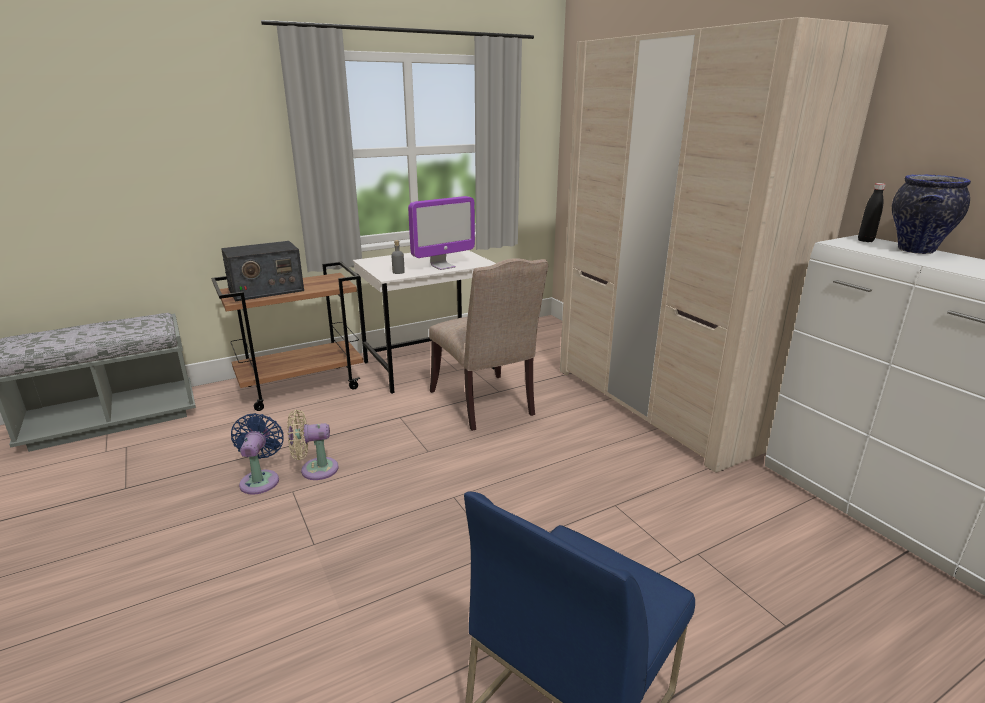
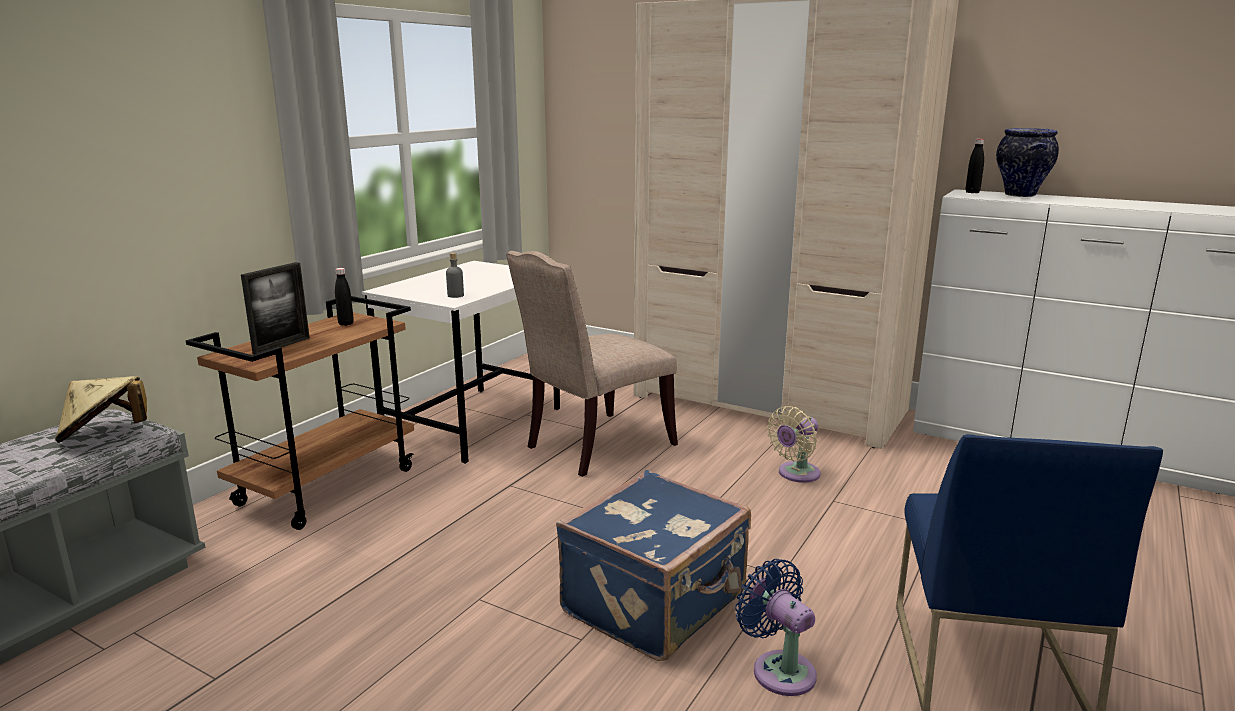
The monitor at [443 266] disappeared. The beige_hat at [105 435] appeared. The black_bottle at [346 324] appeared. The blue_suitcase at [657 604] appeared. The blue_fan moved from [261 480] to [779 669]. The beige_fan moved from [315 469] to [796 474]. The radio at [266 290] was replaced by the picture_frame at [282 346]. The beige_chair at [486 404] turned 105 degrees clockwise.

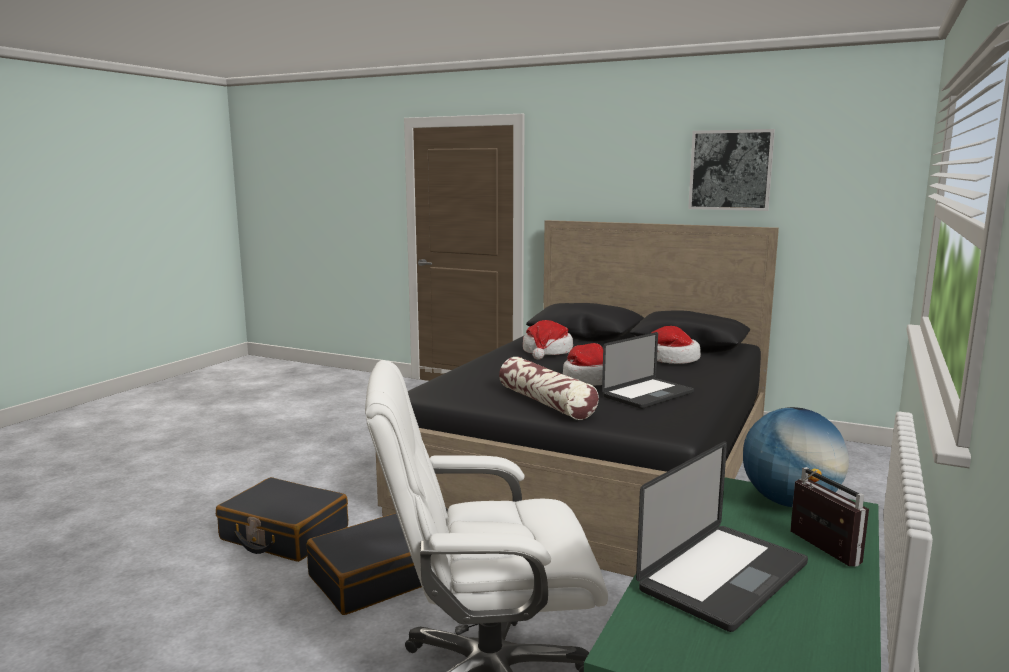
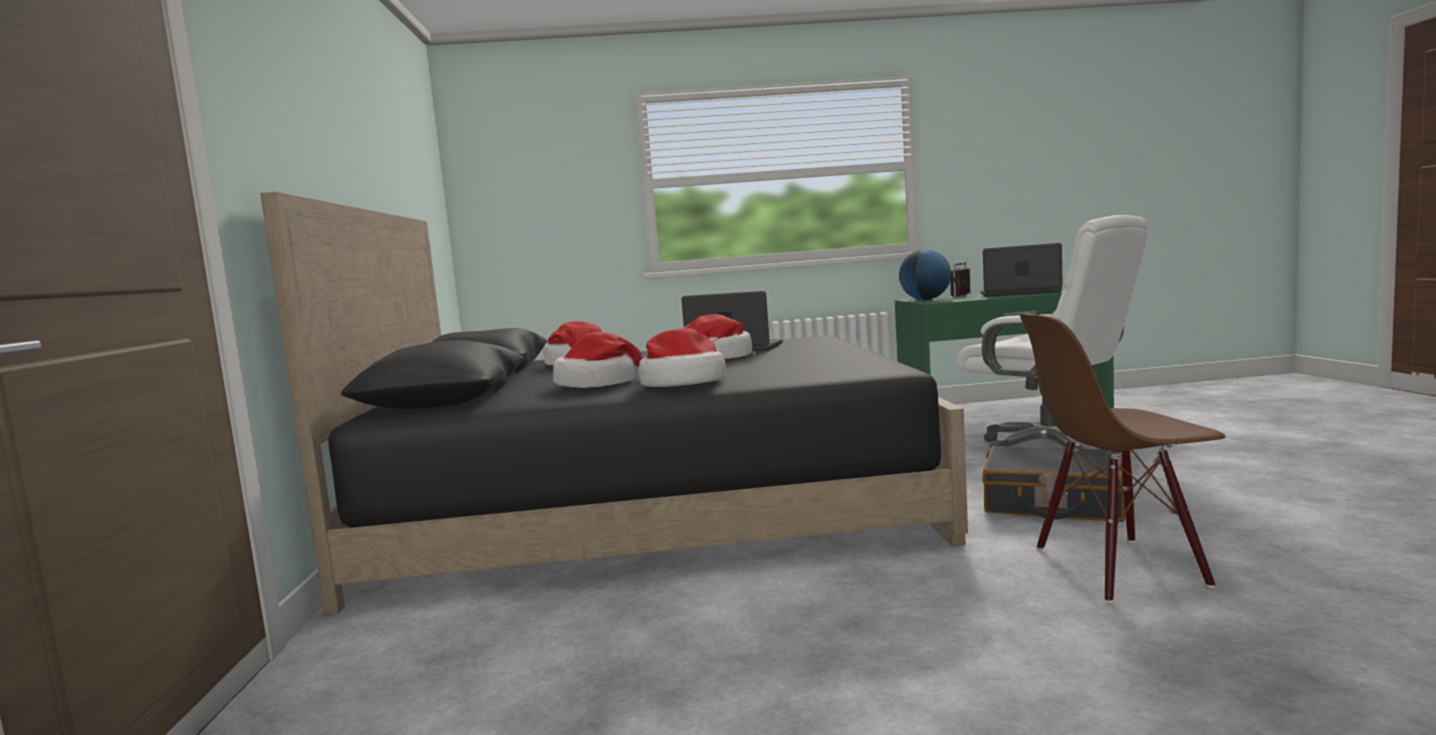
The pillow at [546 403] disappeared. The picture at [730 170] disappeared. The hat at [682 384] appeared. The black_suitcase at [284 534] was replaced by the brown_chair at [1118 567].

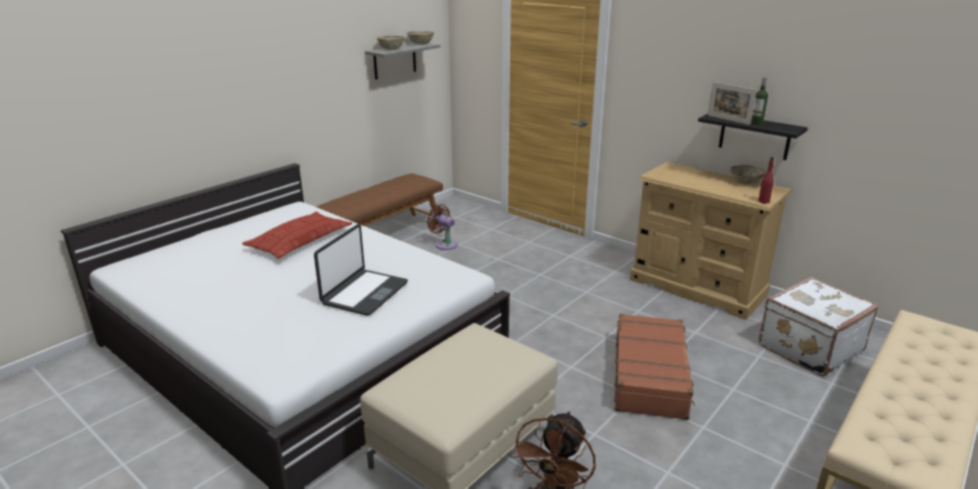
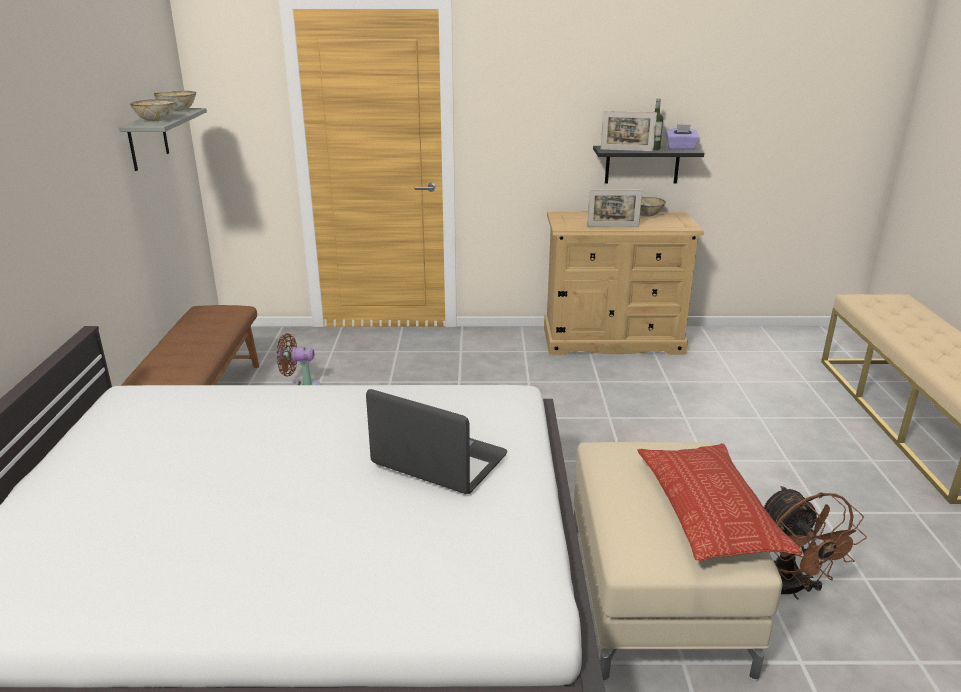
The brown_suitcase at [650 376] disappeared. The red_bottle at [763 201] disappeared. The white_suitcase at [808 347] disappeared. The picture_frame at [612 226] appeared. The purple_tissue_box at [680 148] appeared. The pillow moved from [300 241] to [709 509]. The laptop at [364 293] turned 45 degrees counterclockwise.

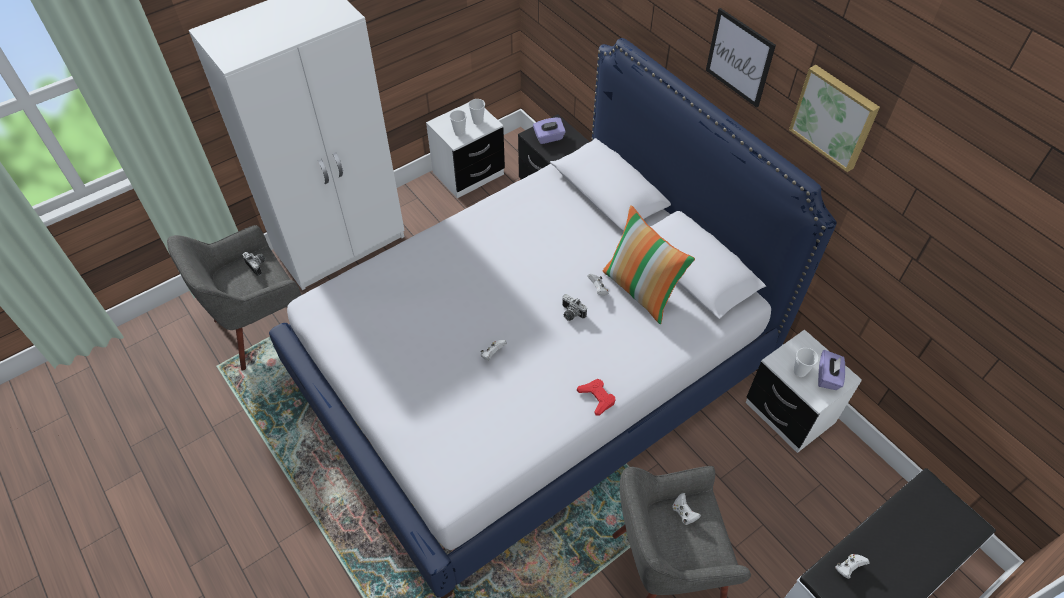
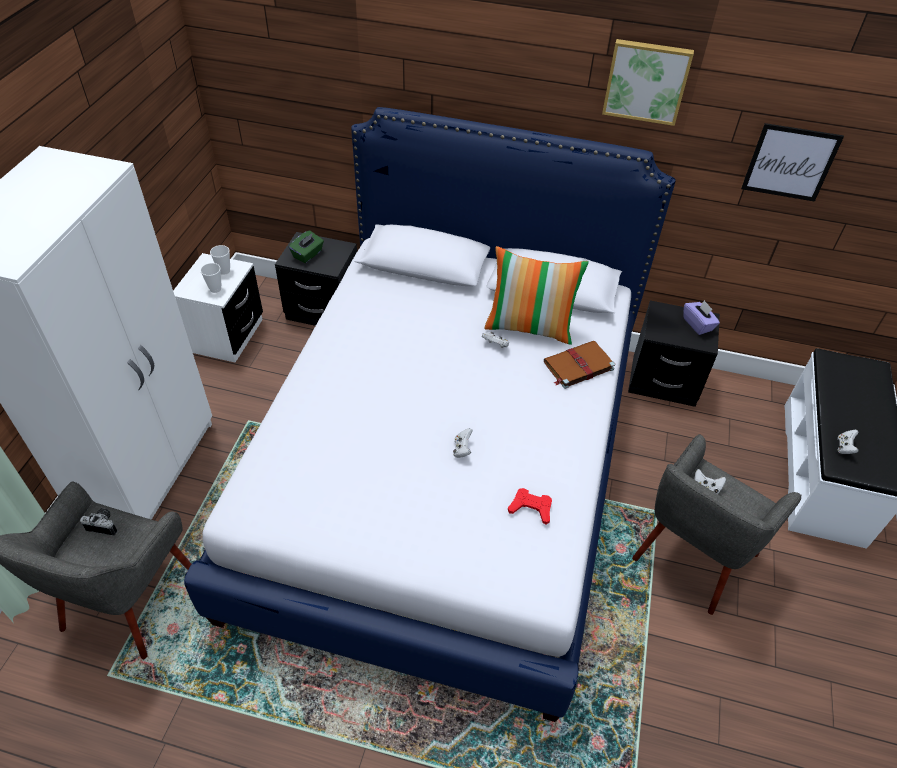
The photo_camera at [570 314] disappeared. The cup at [799 371] disappeared. The brown_book at [577 366] appeared. The red_game_controller moved from [597 398] to [531 508]. The picture moved from [739 57] to [790 162]. The purple_tissue_box at [549 138] became the green_tissue_box at [308 254]. The white_nightstand at [789 413] became the black_nightstand at [663 381].

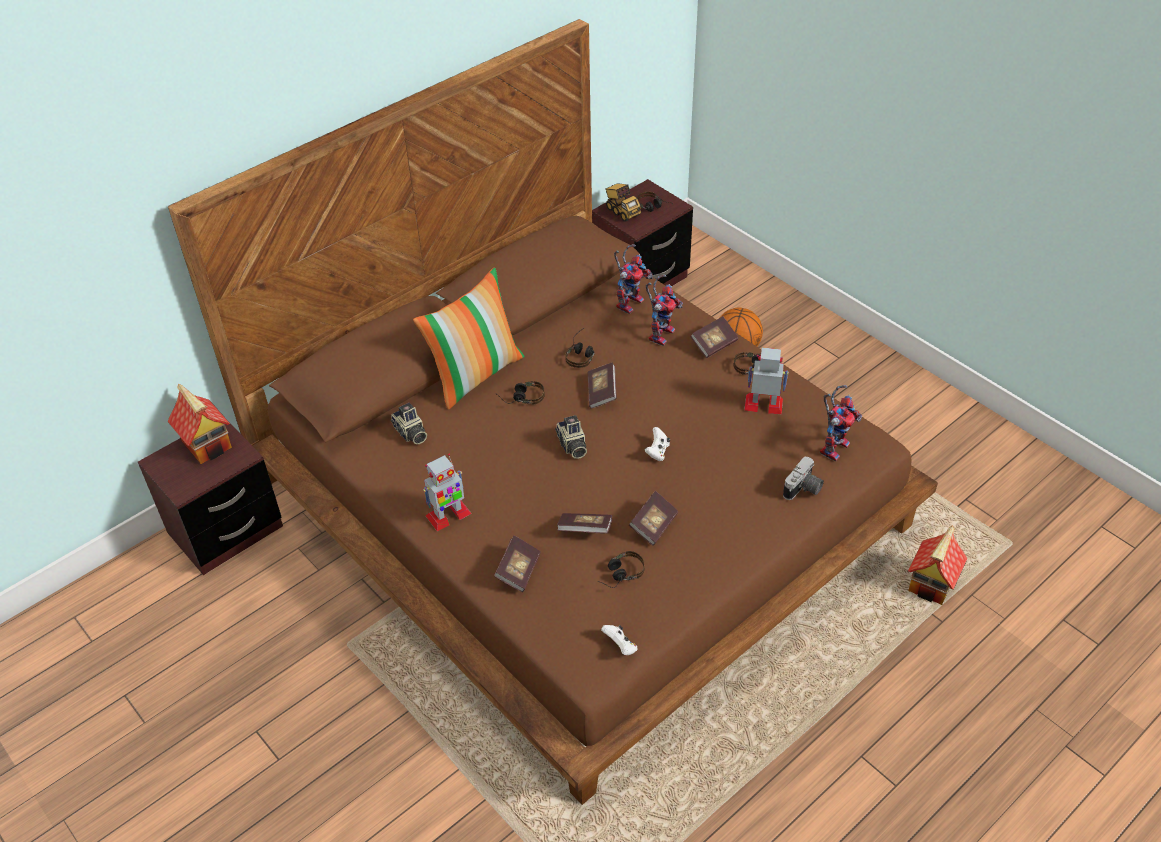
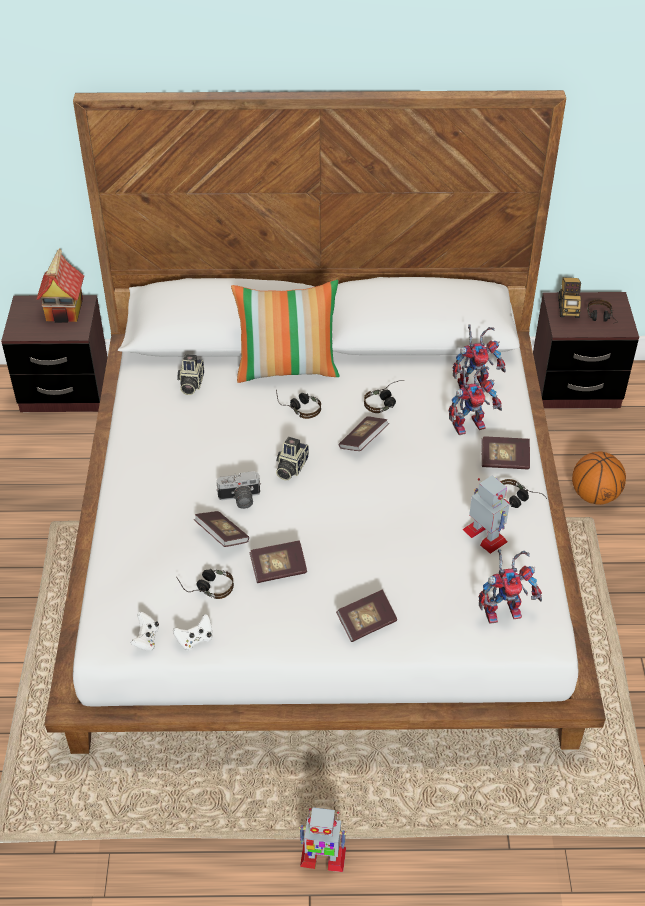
The toy_house at [932 585] disappeared. The toy_robot moved from [448 515] to [322 857]. The book moved from [518 571] to [366 623]. The white_game_controller moved from [657 452] to [195 639]. The photo_camera moved from [803 489] to [240 499]. The brown_bed at [582 502] became the white_bed at [322 535].

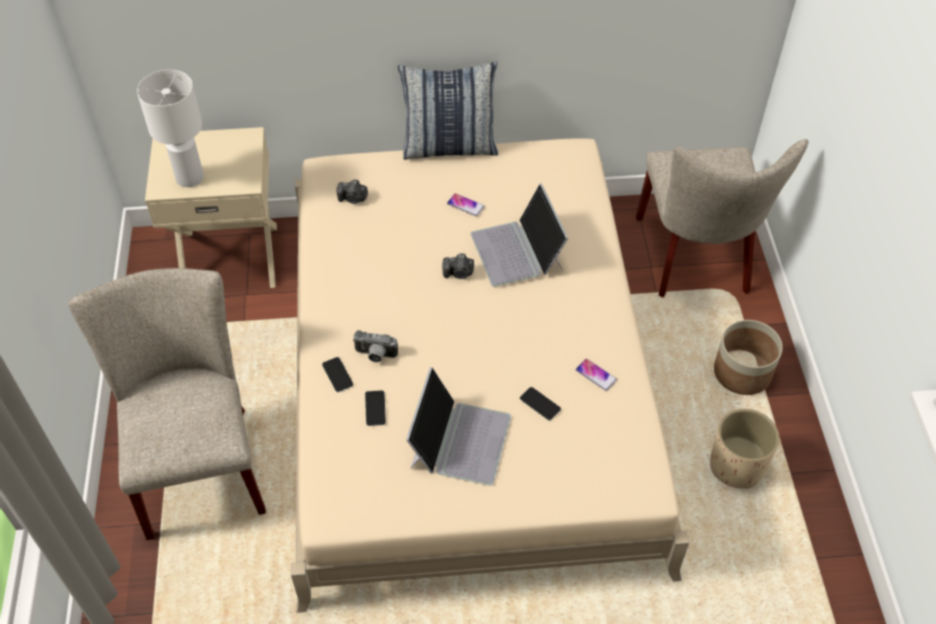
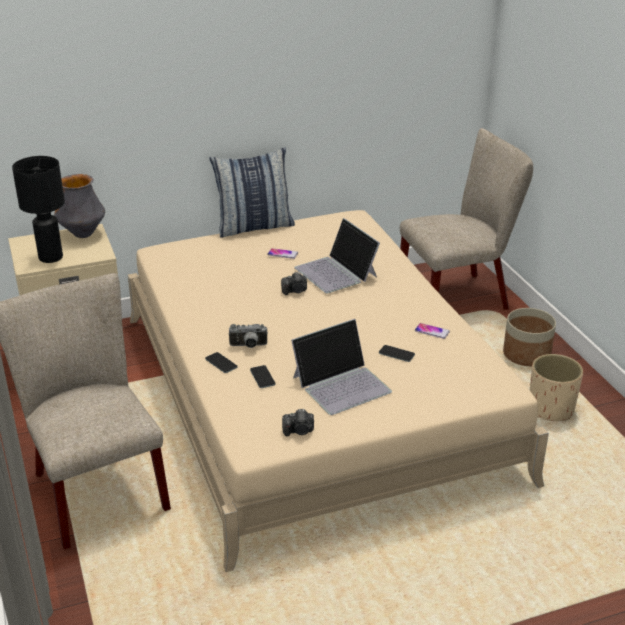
The vase at [83 234] appeared. The photo_camera moved from [353 198] to [299 431]. The white_table_lamp at [189 177] became the black_table_lamp at [50 257]. The laptop at [459 439] turned 60 degrees clockwise. The beige_chair at [696 260] turned 90 degrees counterclockwise.

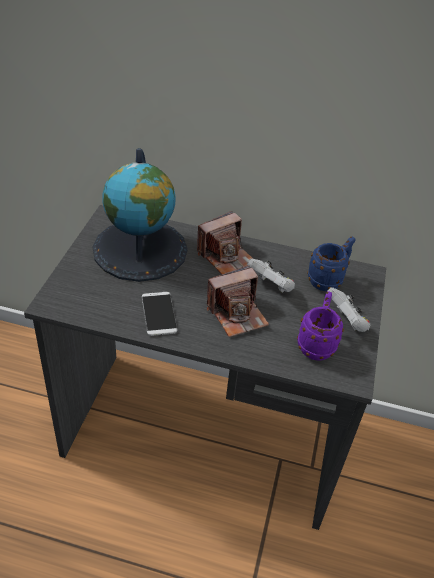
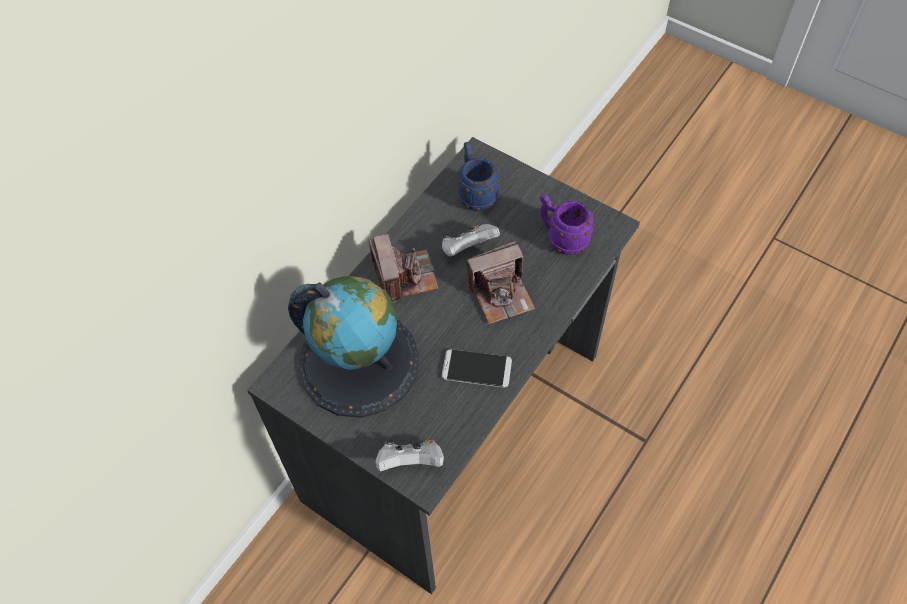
The white_game_controller moved from [346 321] to [410 462]. The photo_camera at [237 314] turned 75 degrees clockwise.

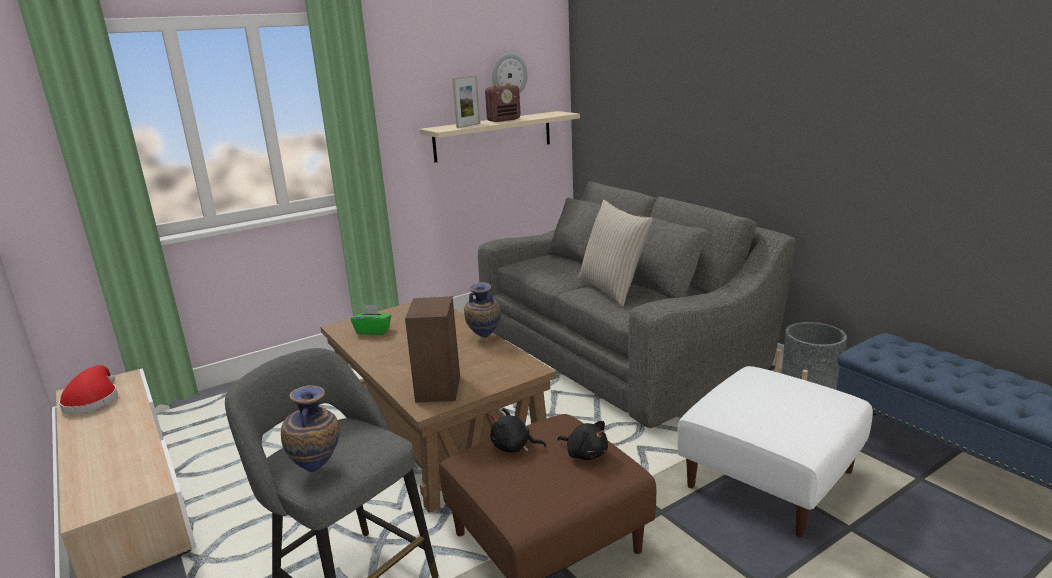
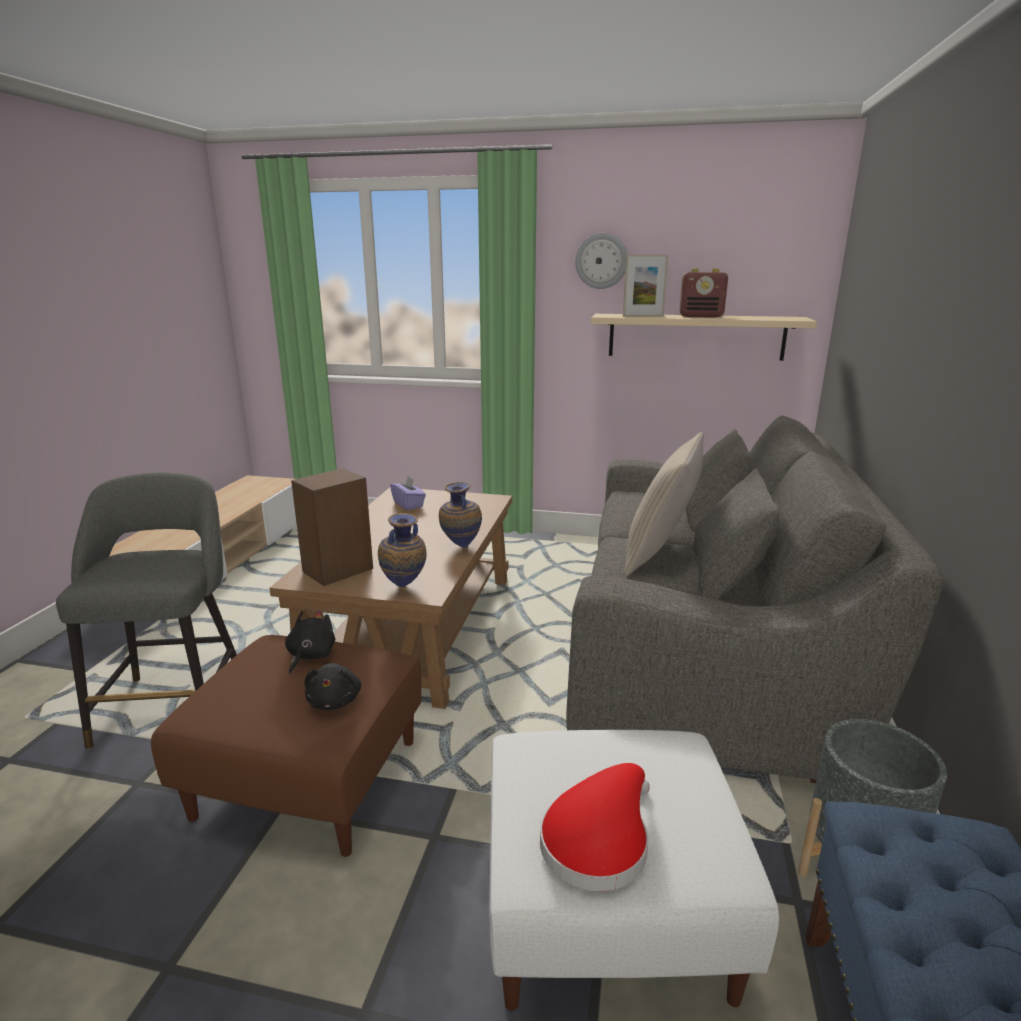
The red_hat moved from [92 400] to [598 840]. The vase moved from [318 470] to [404 588]. The wall_clock moved from [509 75] to [601 261]. The green_tissue_box at [373 331] became the purple_tissue_box at [408 504]. The black_plush_toy at [513 447] turned 45 degrees clockwise.

